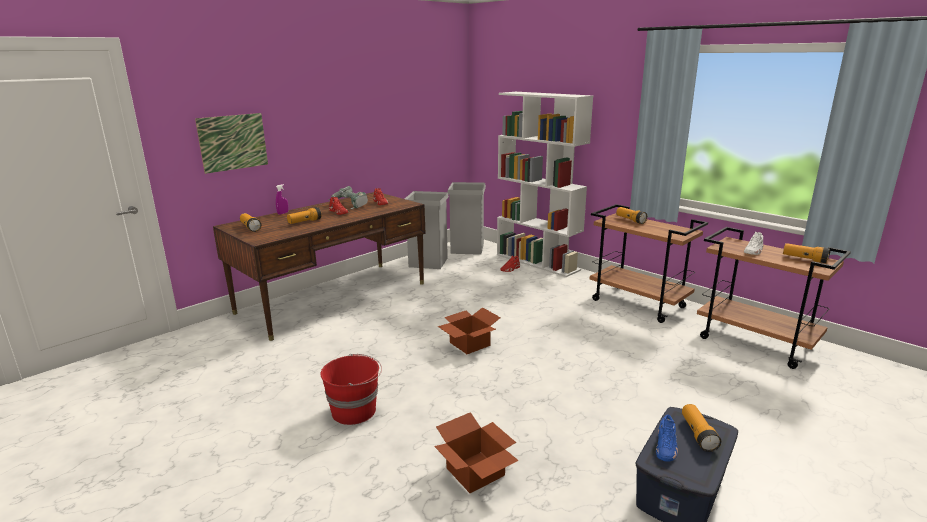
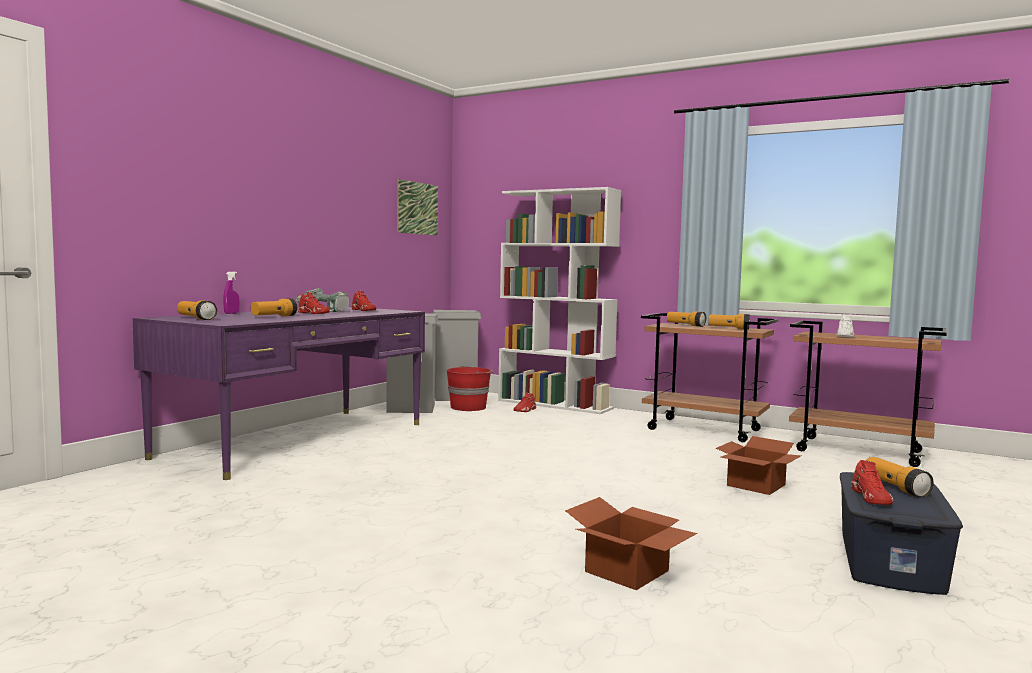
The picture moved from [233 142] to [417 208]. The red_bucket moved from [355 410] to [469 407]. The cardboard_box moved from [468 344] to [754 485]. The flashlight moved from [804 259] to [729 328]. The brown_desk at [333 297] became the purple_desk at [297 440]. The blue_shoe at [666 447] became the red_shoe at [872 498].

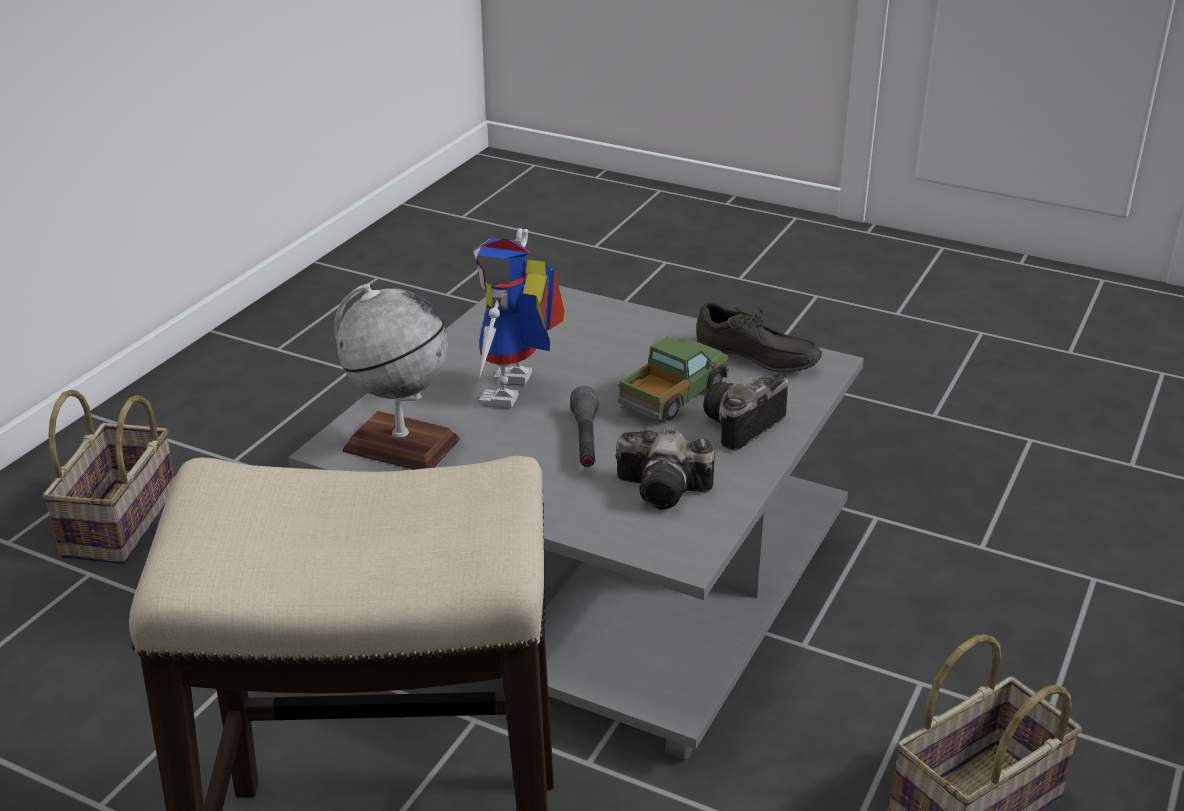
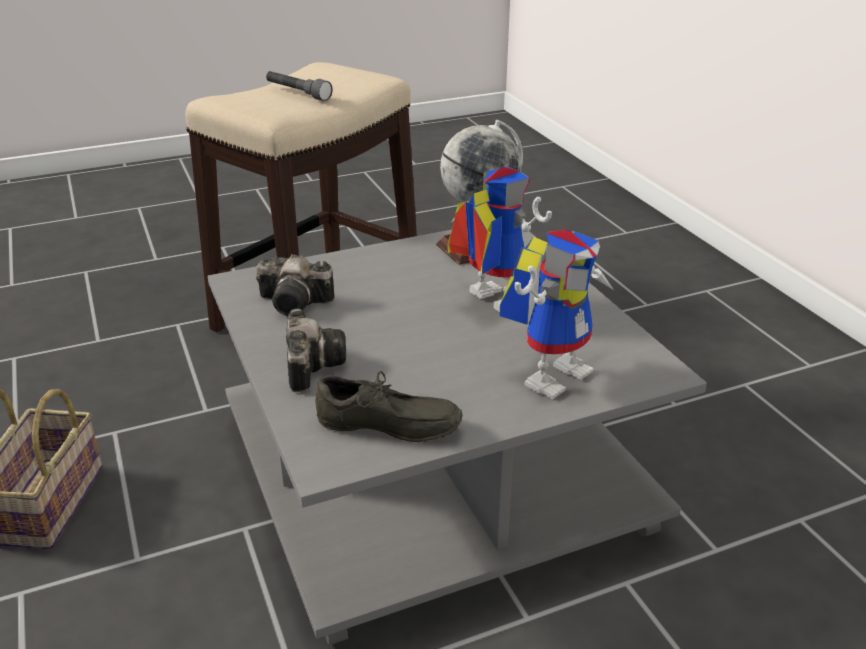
The basket at [122 525] disappeared. The toy_truck at [673 396] disappeared. The toy_robot at [553 371] appeared. The grey_flashlight moved from [585 440] to [297 93]. The photo_camera at [667 490] turned 135 degrees counterclockwise. The grey_shoe at [755 358] turned 150 degrees counterclockwise.

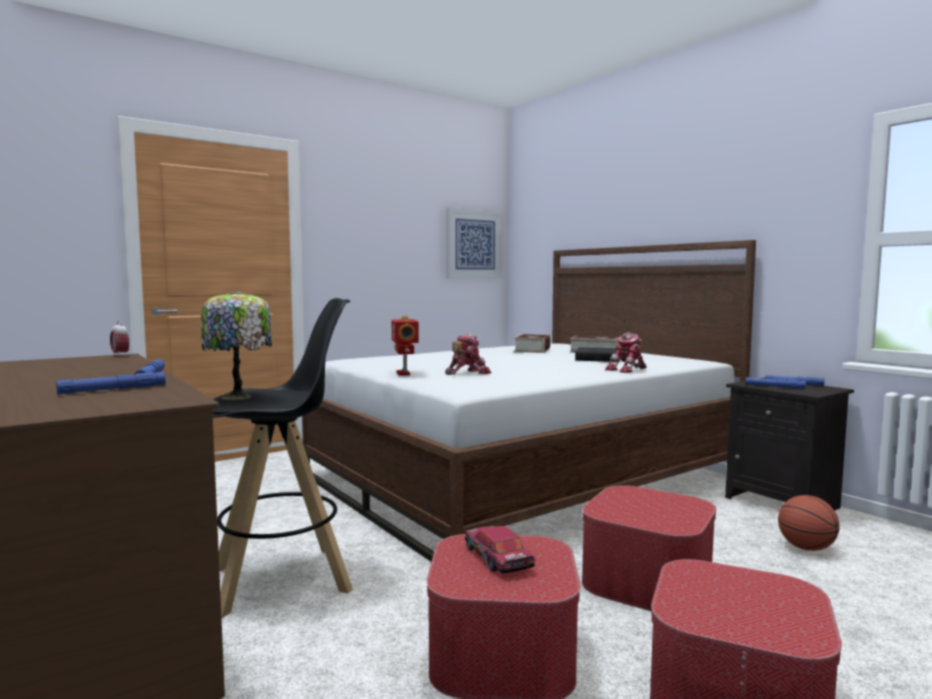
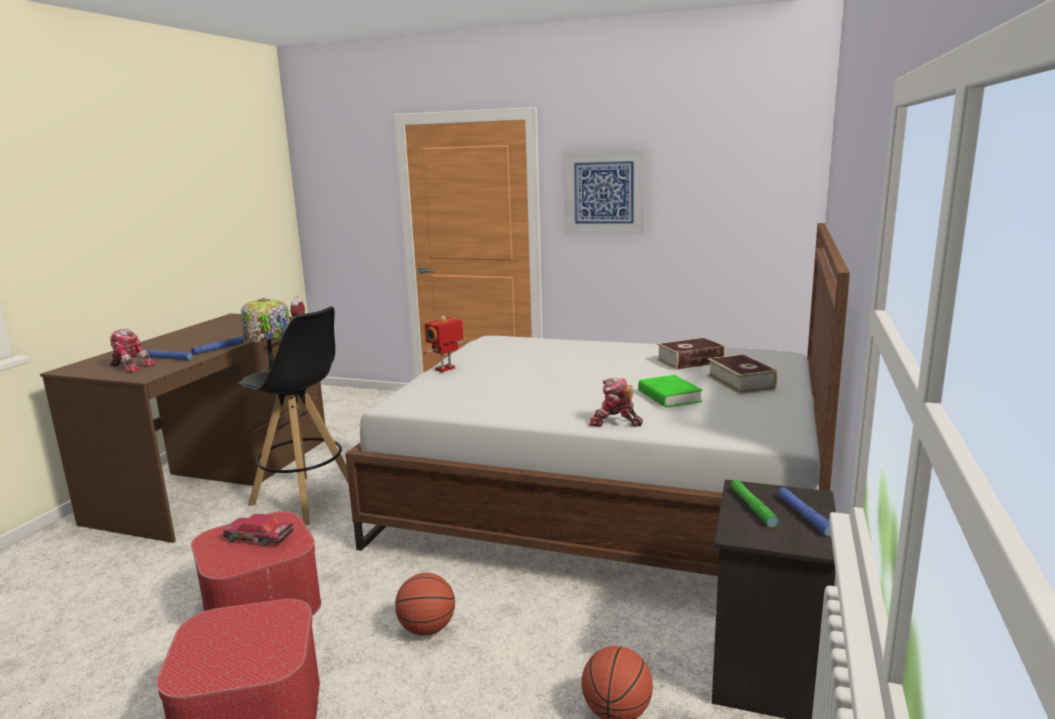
The toy_robot moved from [467 373] to [131 366]. The picture moved from [474 244] to [604 192]. The ottoman at [646 580] was replaced by the basketball at [427 629]. The black_book at [598 359] became the green_book at [669 396]. The blue_flashlight at [774 387] became the green_flashlight at [752 507]. The toy_car at [497 558] turned 105 degrees counterclockwise.

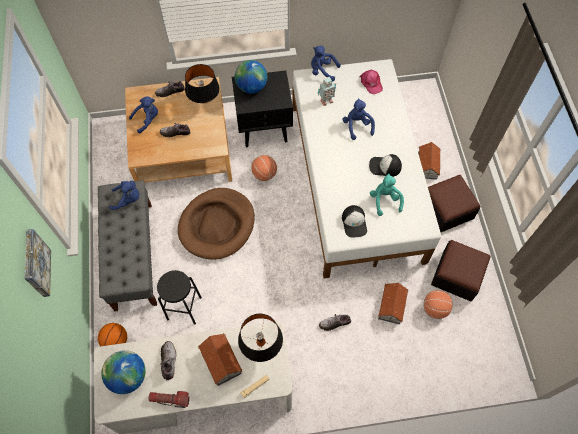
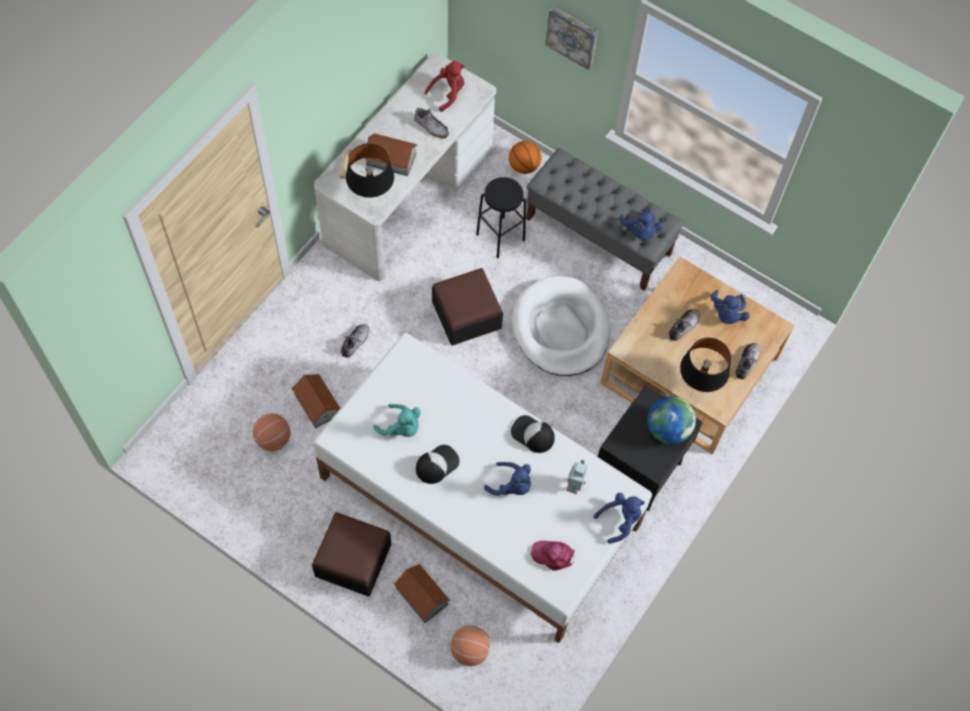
The flashlight at [170 399] disappeared. The basketball moved from [264 174] to [470 650]. The cap moved from [354 222] to [532 435]. The ottoman moved from [457 275] to [466 315]. The globe at [128 376] was replaced by the red_plush_toy at [448 93]. The brown_dog_bed at [217 225] became the white_dog_bed at [561 329]. The blue_plush_toy at [128 199] turned 60 degrees counterclockwise.

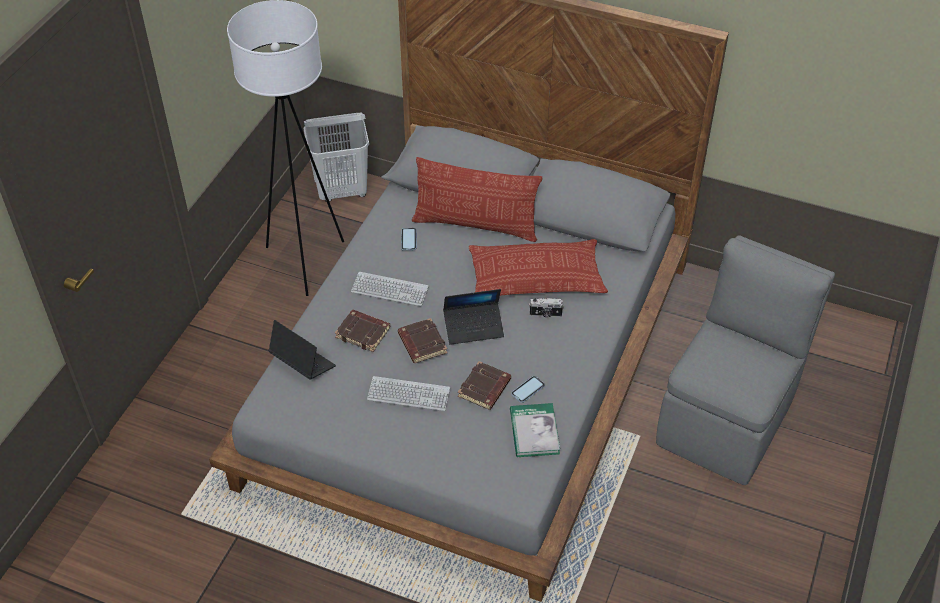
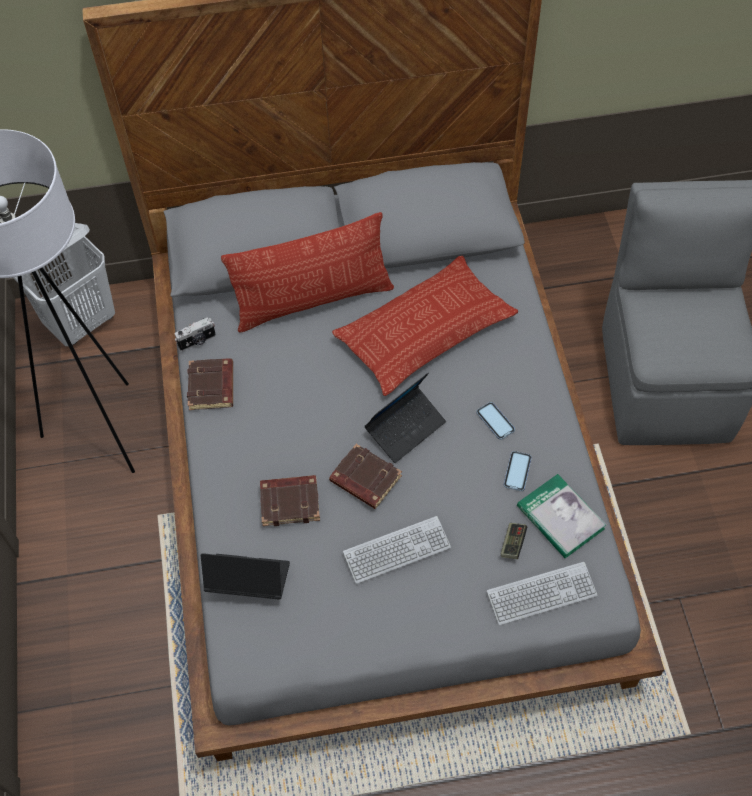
The game_controller at [513 544] appeared. The keyboard moved from [390 290] to [541 594]. The phone moved from [408 240] to [495 421]. The brown_book moved from [485 389] to [212 387]. The photo_camera moved from [545 314] to [197 341].

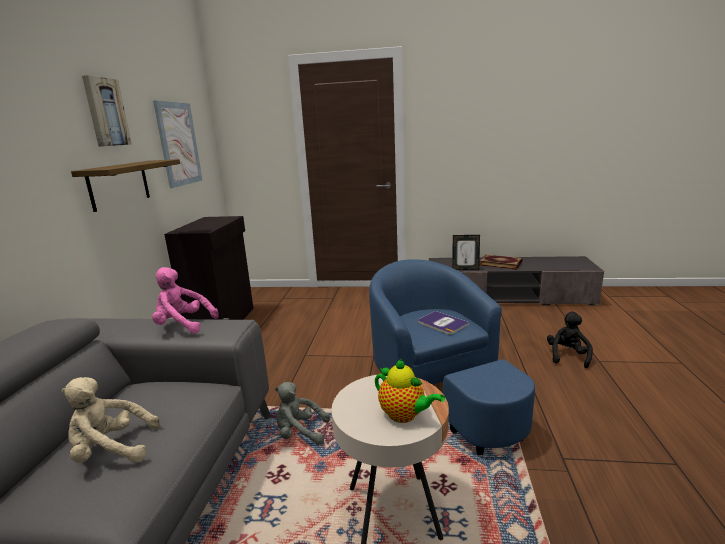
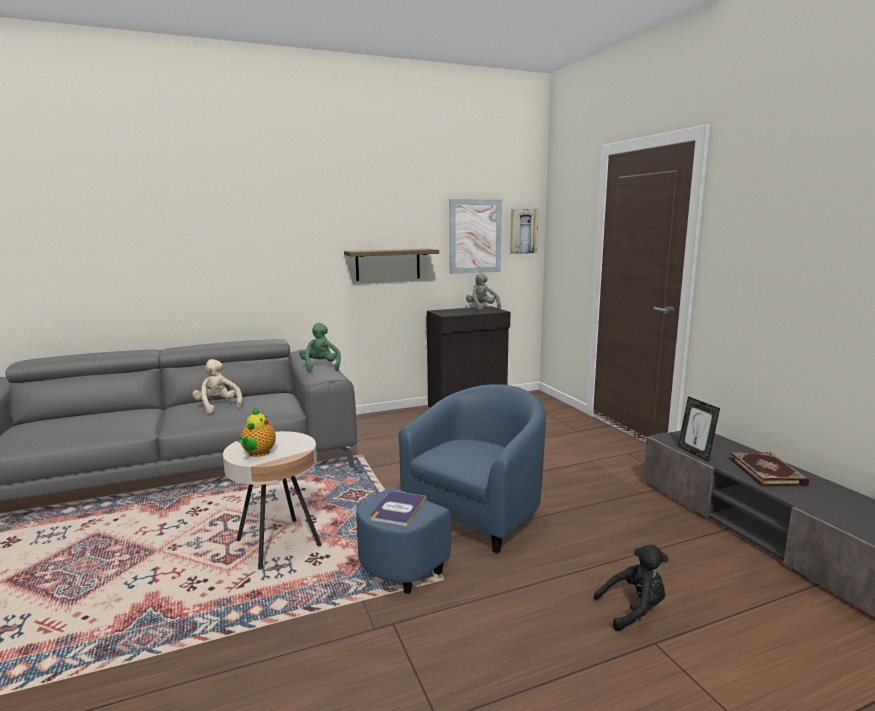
The picture moved from [105 112] to [523 231]. The grey_plush_toy moved from [300 433] to [482 308]. The book moved from [442 323] to [398 509]. The pink_plush_toy at [183 325] became the green_plush_toy at [320 367].

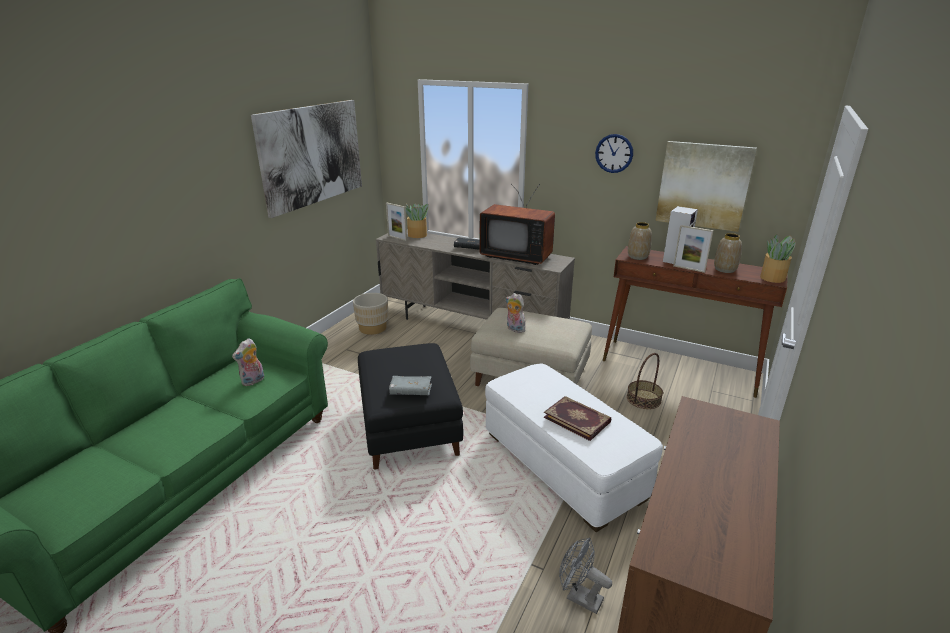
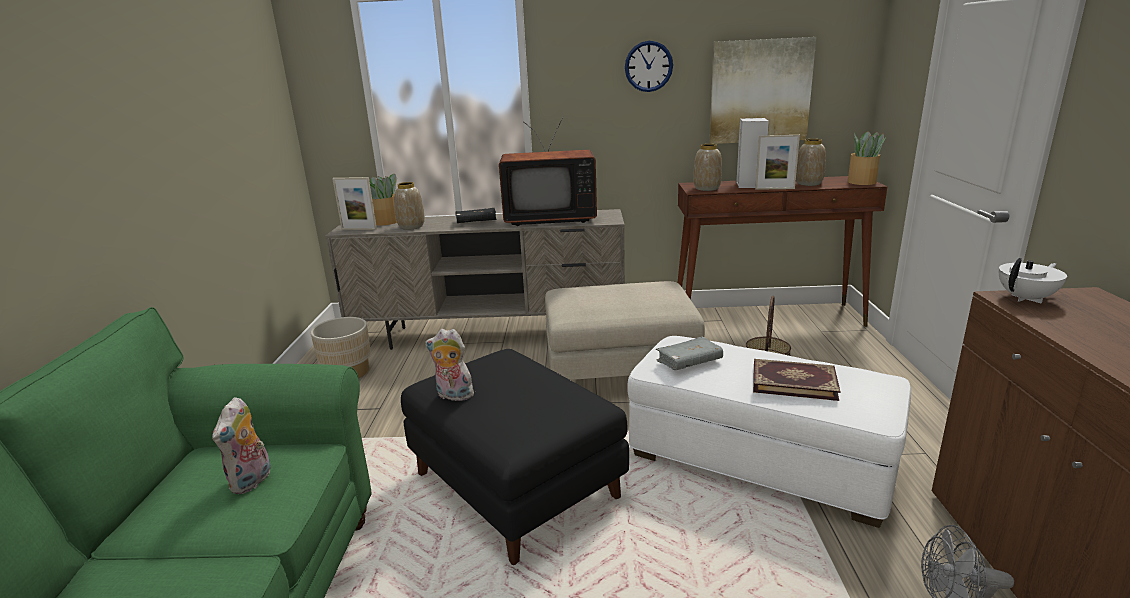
The picture at [312 155] disappeared. The vase at [411 226] appeared. The white_teapot at [1026 298] appeared. The grey_book moved from [410 391] to [689 361]. The plush_toy moved from [514 329] to [453 396].

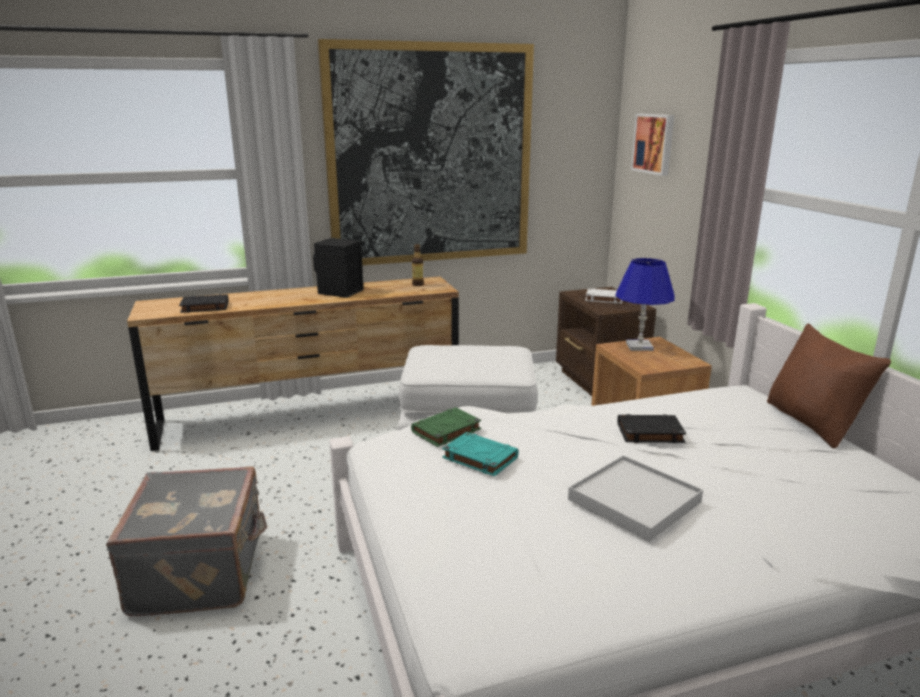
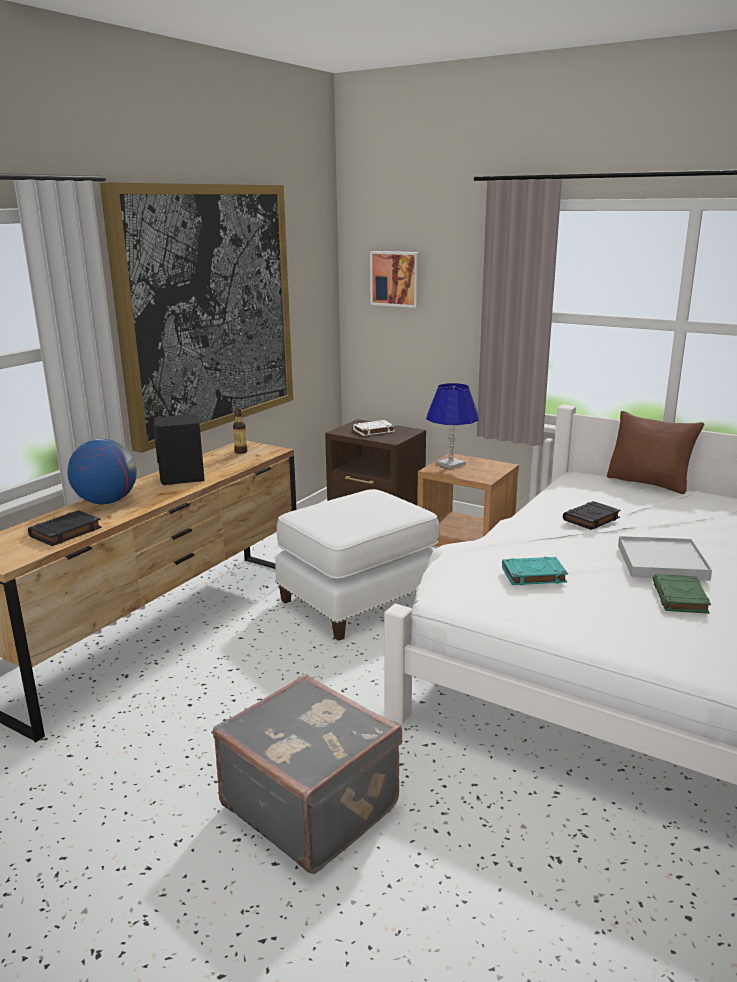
The globe at [106 502] appeared. The green_book moved from [446 431] to [680 598].

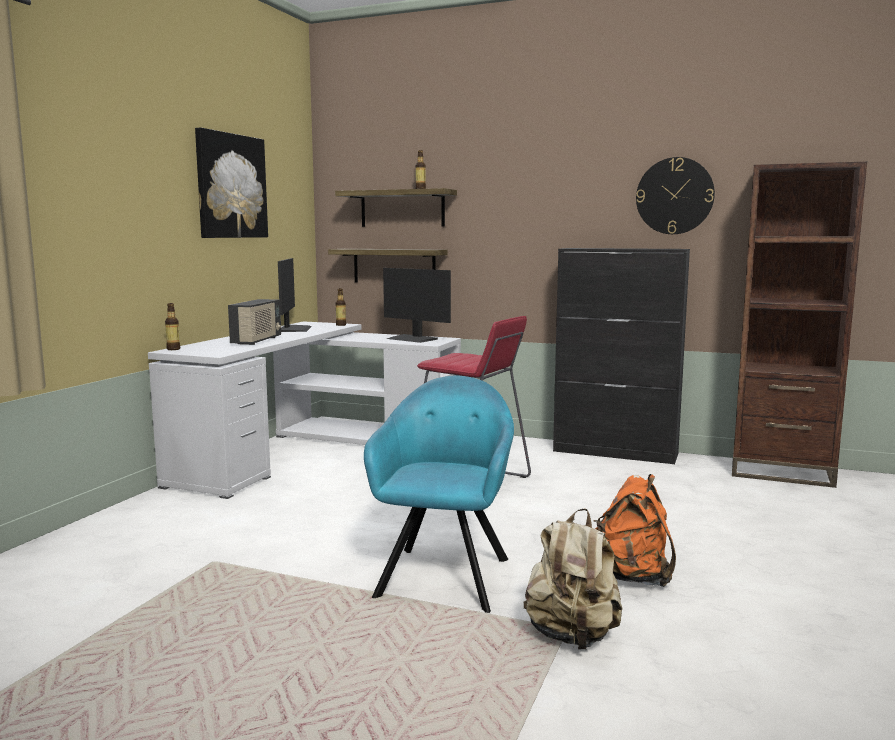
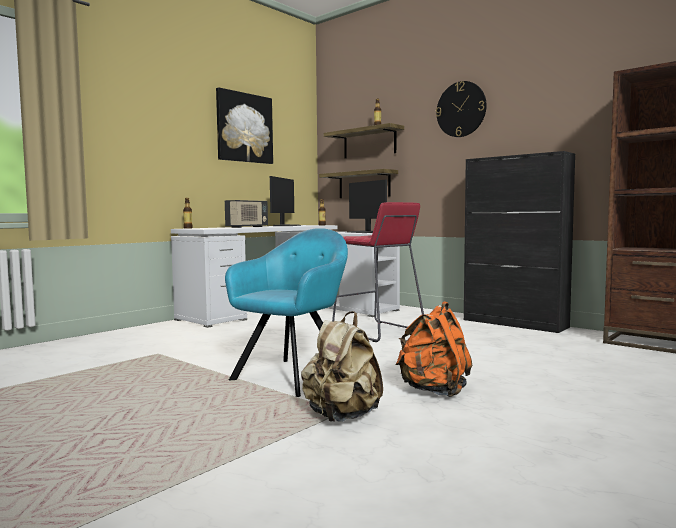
The wall_clock moved from [674 196] to [461 109].

